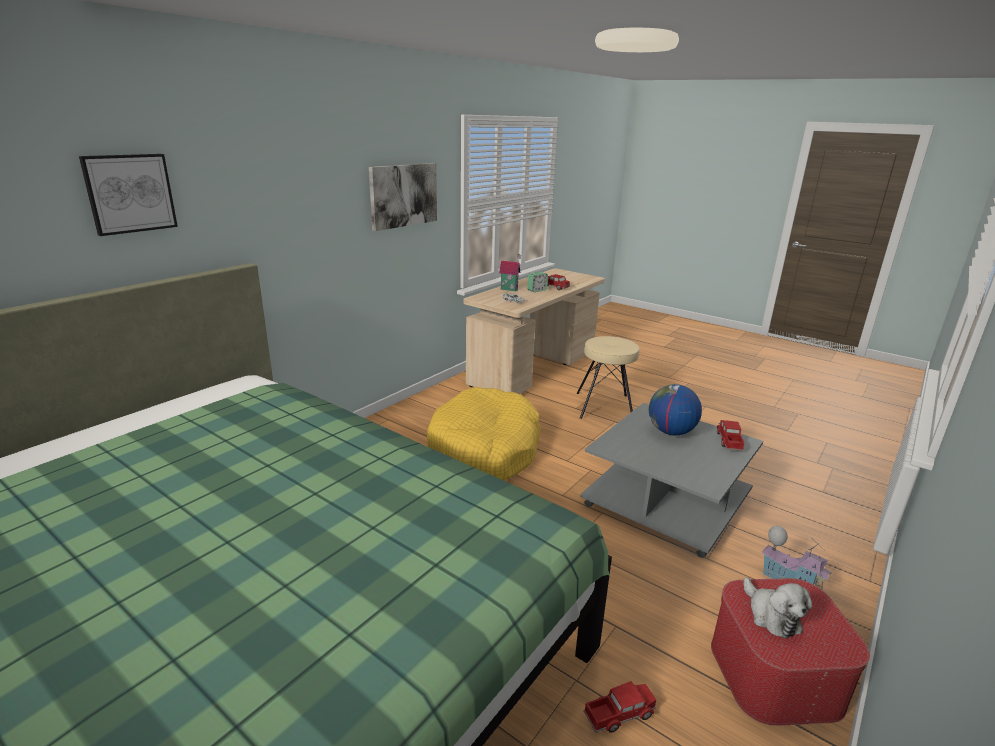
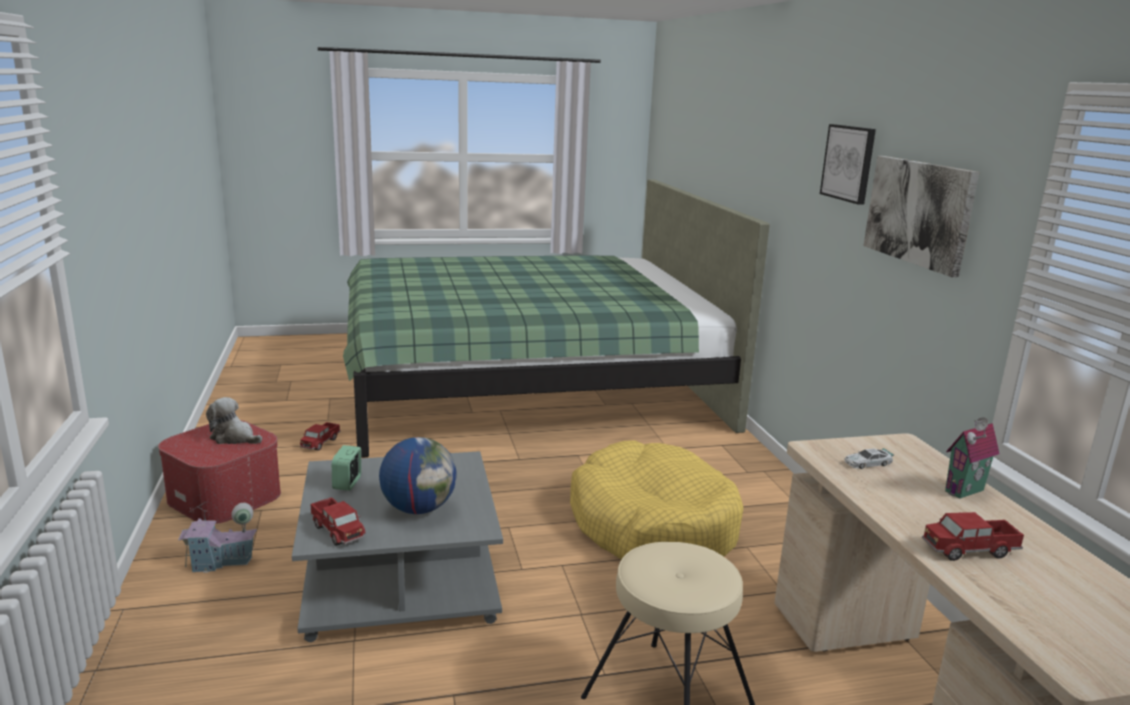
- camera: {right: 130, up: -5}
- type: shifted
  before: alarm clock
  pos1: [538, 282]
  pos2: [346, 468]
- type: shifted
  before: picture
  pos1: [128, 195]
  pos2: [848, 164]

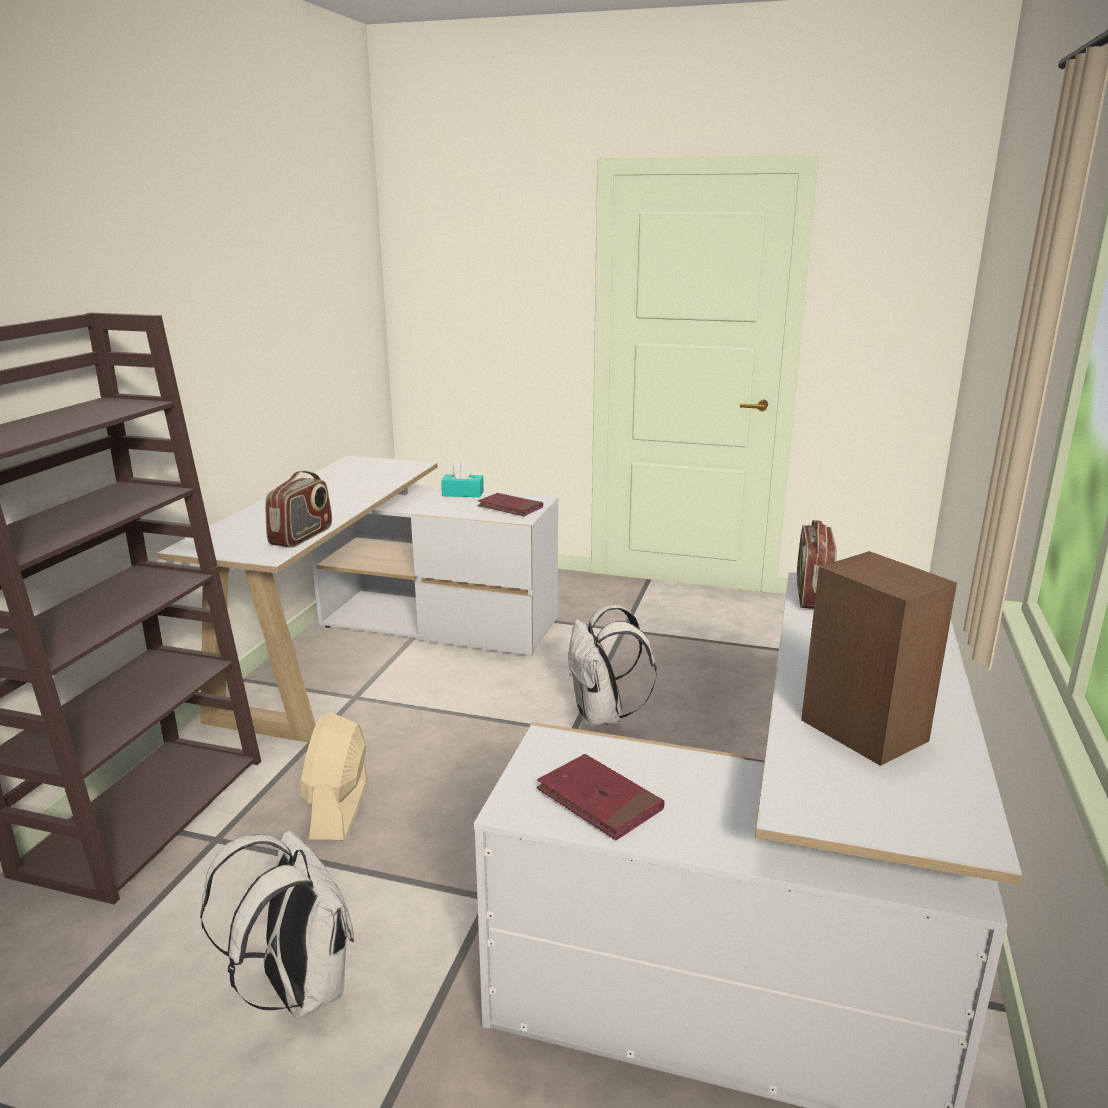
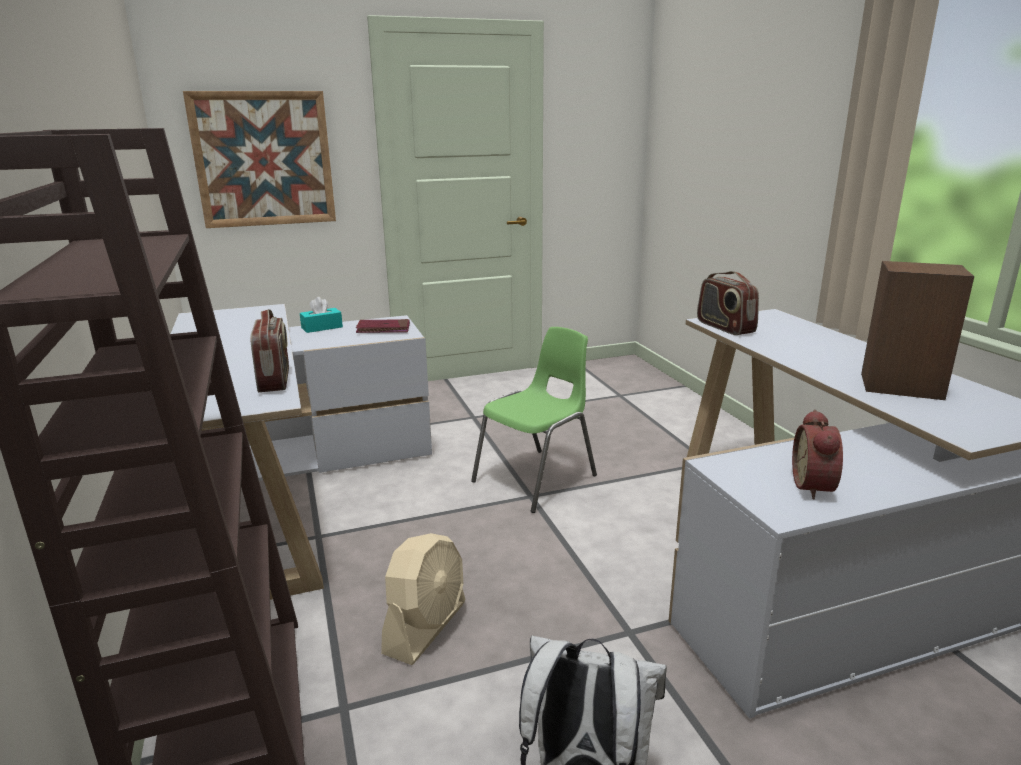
- camera: {right: -35, up: 0}
- type: new
  after: picture
  pos2: [259, 159]
- type: rotated
  before: beige fan
  pos1: [333, 776]
  pos2: [423, 599]
  turn: -120
- type: swapped
  before: white backpack
  after: green chair
  pos1: [612, 666]
  pos2: [534, 420]
- type: swapped
  before: red book
  after: alarm clock
  pos1: [601, 797]
  pos2: [817, 455]

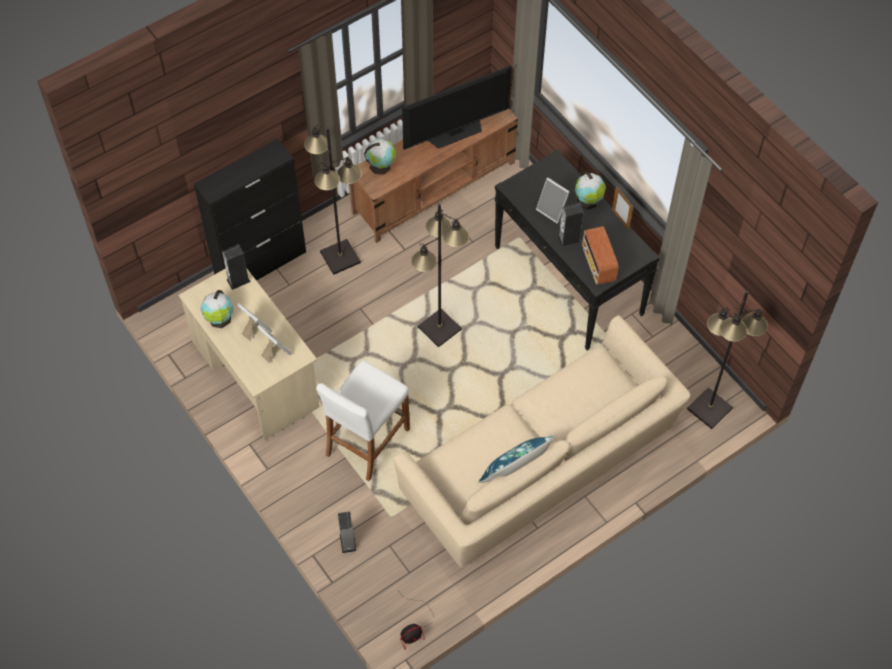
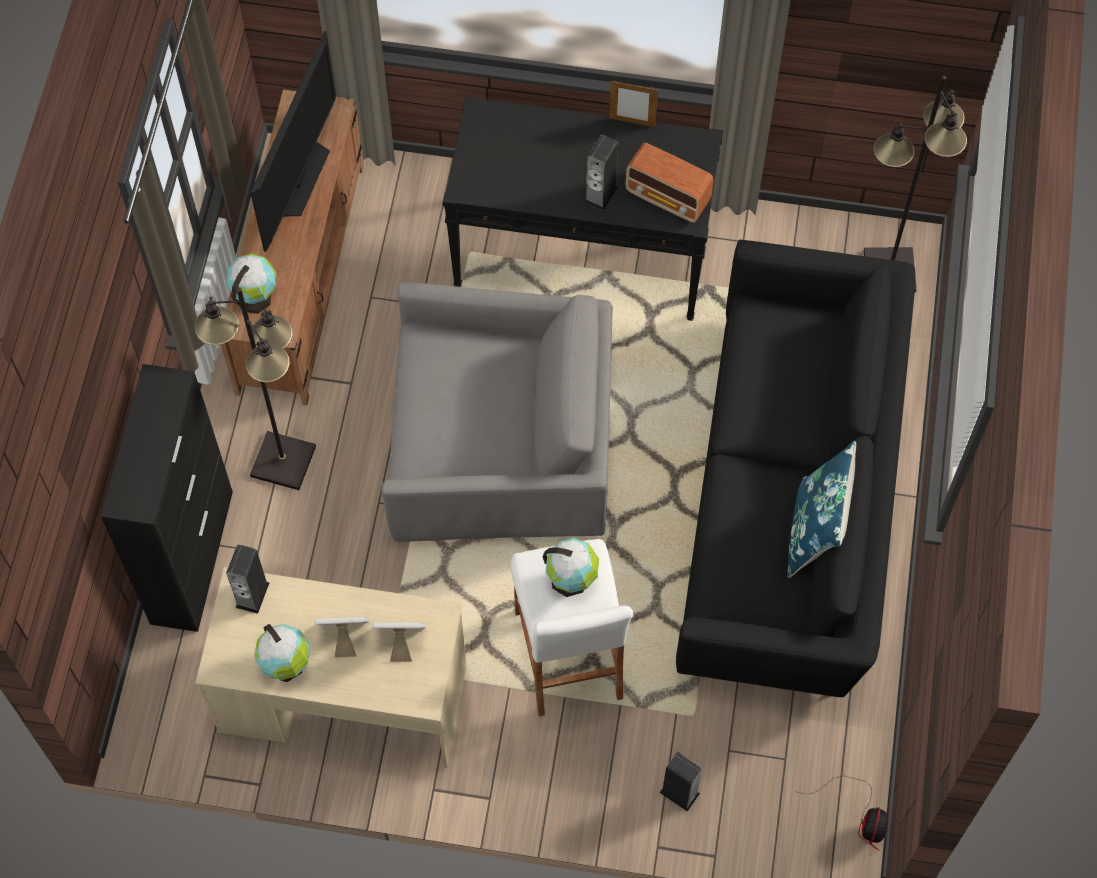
- camera: {right: -45, up: 5}
- type: swapped
  before: black floor lamp
  after: grey armchair
  pos1: [440, 275]
  pos2: [497, 412]
- type: shifted
  before: globe
  pos1: [590, 190]
  pos2: [570, 567]
- type: repainted
  before: beige sofa
  after: black sofa
  pos1: [542, 441]
  pos2: [796, 468]
- type: gone
  before: picture frame
  pos1: [553, 200]

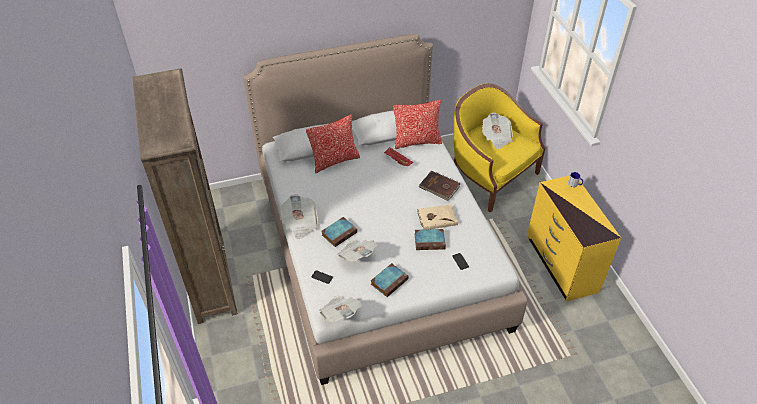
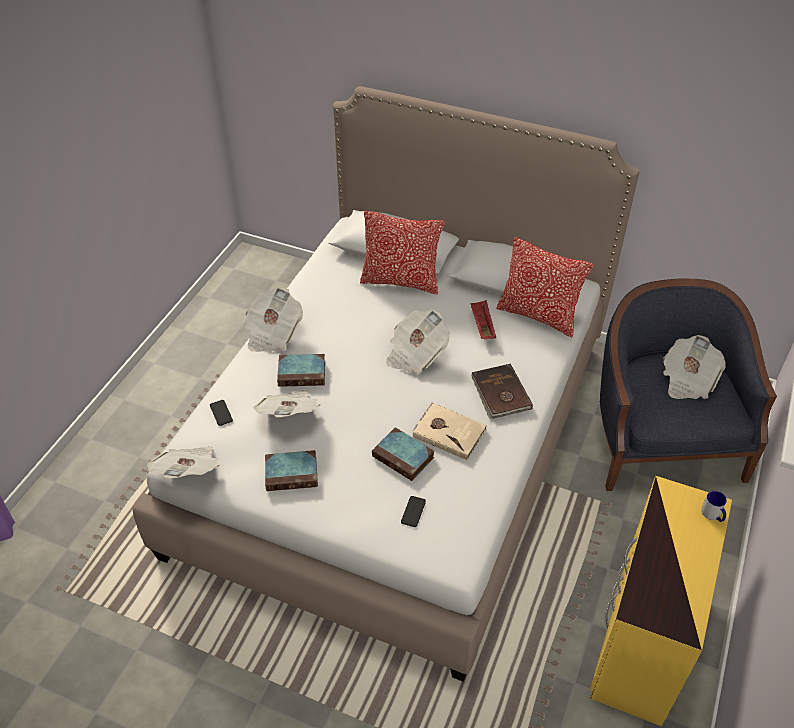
- camera: {right: 40, up: 0}
- type: new
  after: newspaper
  pos2: [418, 342]
- type: repainted
  before: yellow armchair
  after: blue armchair
  pos1: [499, 148]
  pos2: [688, 385]
- type: gone
  before: brown bookcase
  pos1: [185, 196]

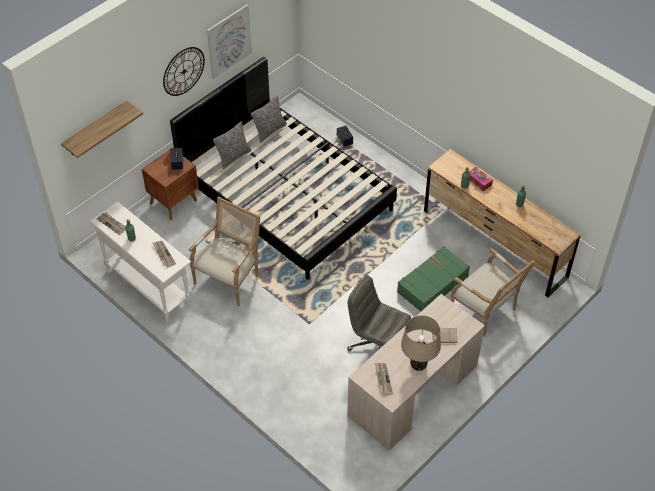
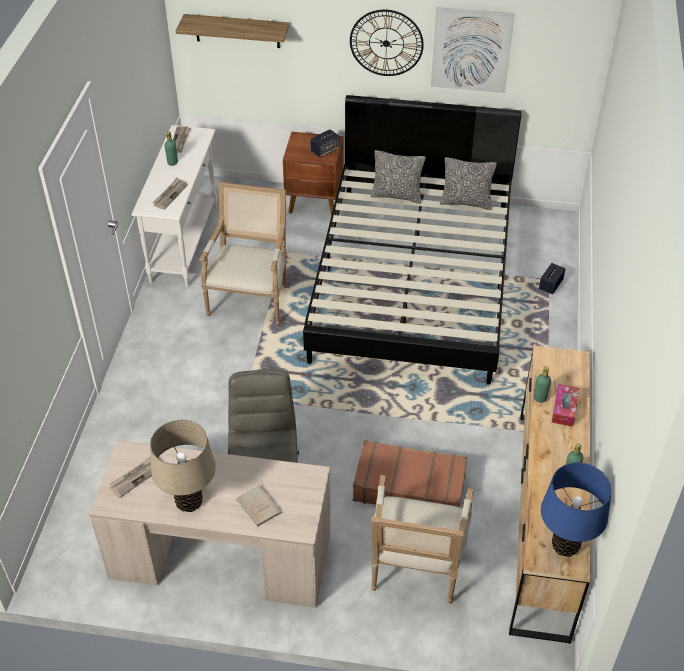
- camera: {right: 55, up: -5}
- type: rotated
  before: armchair
  pos1: [224, 251]
  pos2: [243, 254]
  turn: -75
- type: repainted
  before: green suitcase
  after: brown suitcase
  pos1: [433, 278]
  pos2: [410, 473]
- type: new
  after: blue table lamp
  pos2: [576, 509]

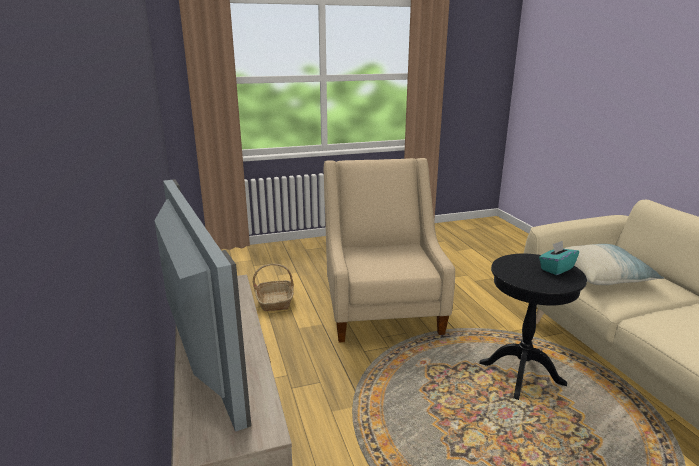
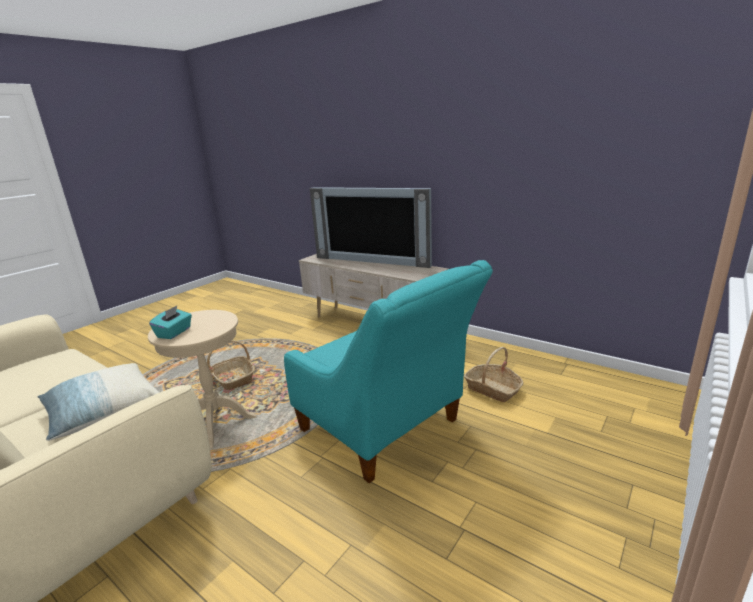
- camera: {right: 145, up: 0}
- type: repainted
  before: black side table
  after: beige side table
  pos1: [533, 327]
  pos2: [202, 379]
- type: new
  after: basket
  pos2: [231, 365]
- type: repainted
  before: beige armchair
  after: turquoise armchair
  pos1: [389, 250]
  pos2: [388, 371]

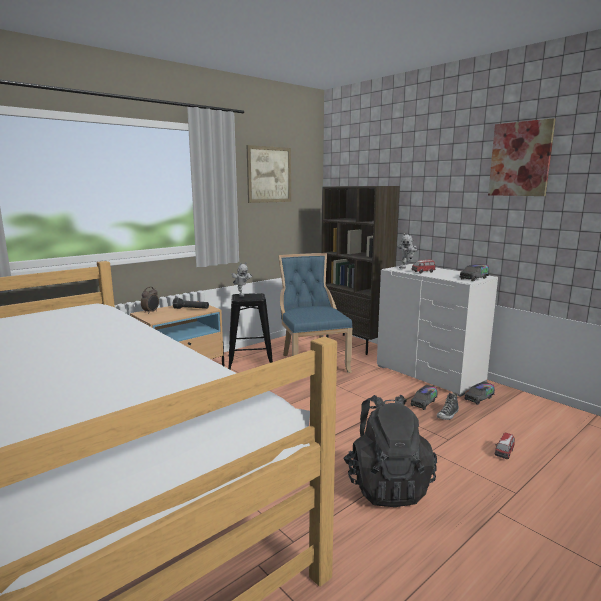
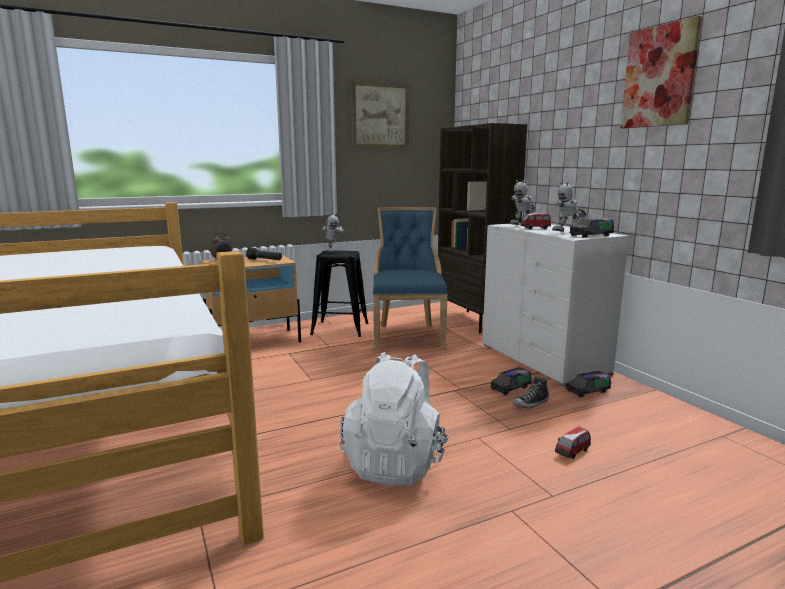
- camera: {right: 15, up: 0}
- type: repainted
  before: black backpack
  after: white backpack
  pos1: [390, 451]
  pos2: [394, 419]
- type: new
  after: toy robot
  pos2: [569, 207]

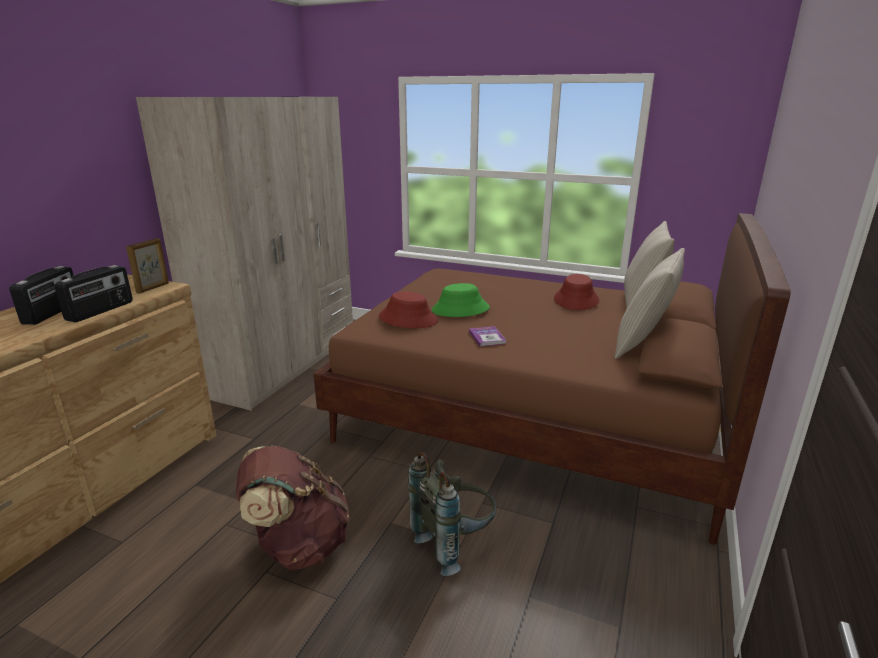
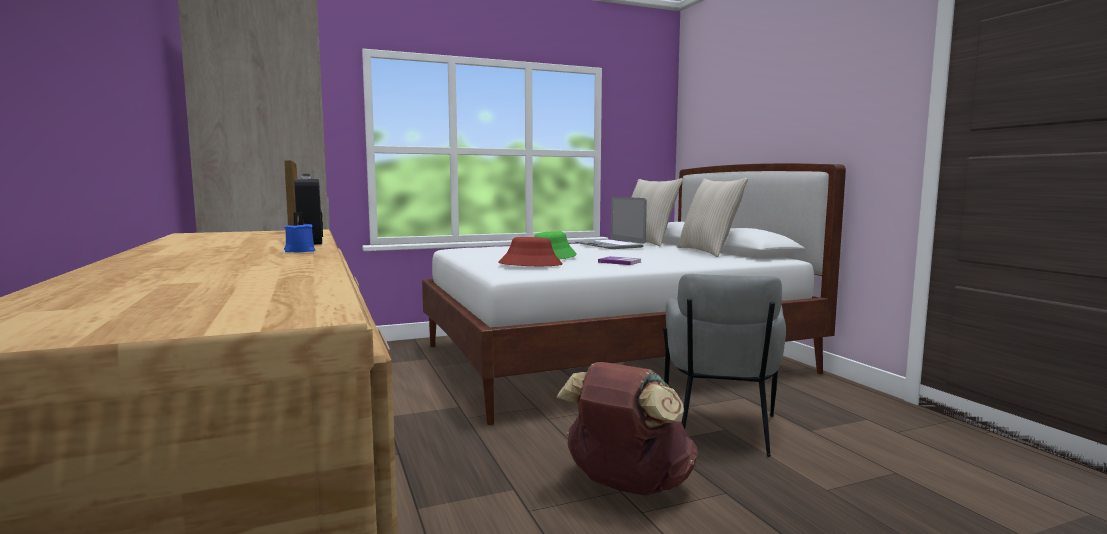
- camera: {right: -45, up: -15}
- type: new
  after: blue candle
  pos2: [299, 232]
- type: repainted
  before: brown bed
  after: white bed
  pos1: [552, 379]
  pos2: [634, 294]
- type: swapped
  before: red hat
  after: laptop
  pos1: [576, 292]
  pos2: [611, 223]
- type: swapped
  before: grey backpack
  after: grey armchair
  pos1: [452, 514]
  pos2: [724, 365]
- type: gone
  before: radio
  pos1: [41, 295]

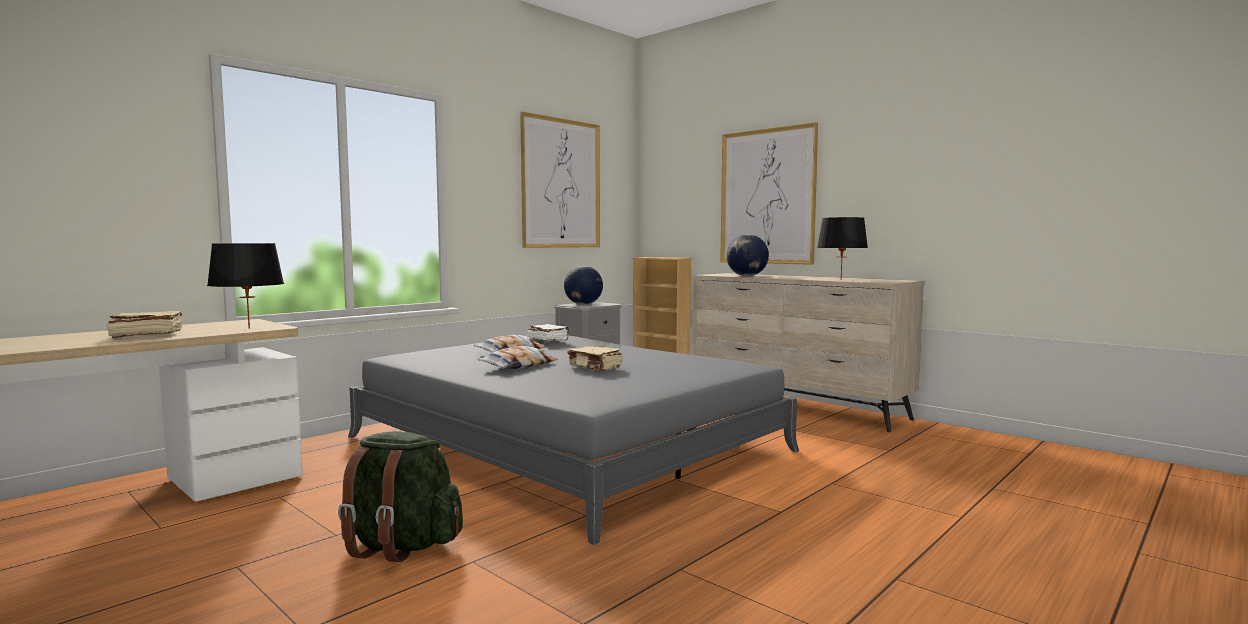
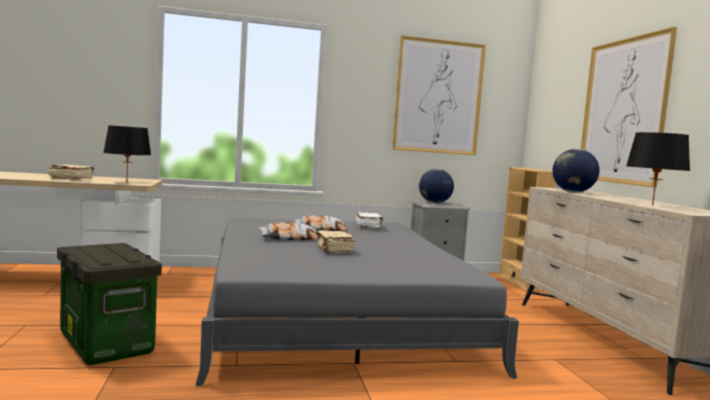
- camera: {right: 35, up: 0}
- type: swapped
  before: green backpack
  after: storage box
  pos1: [400, 496]
  pos2: [109, 304]

